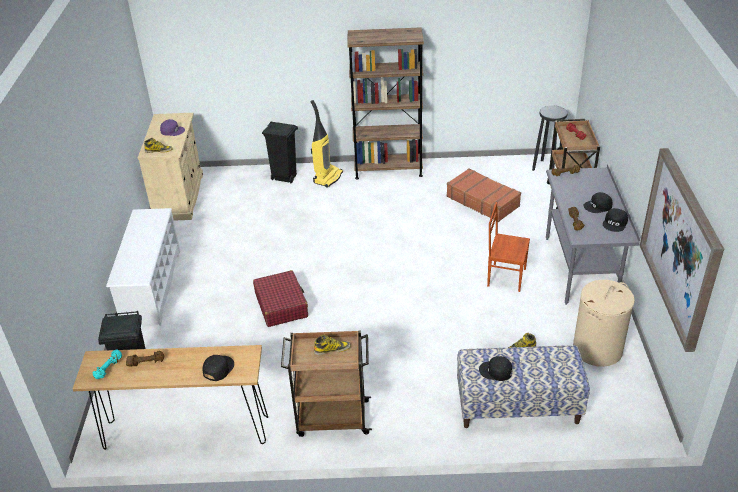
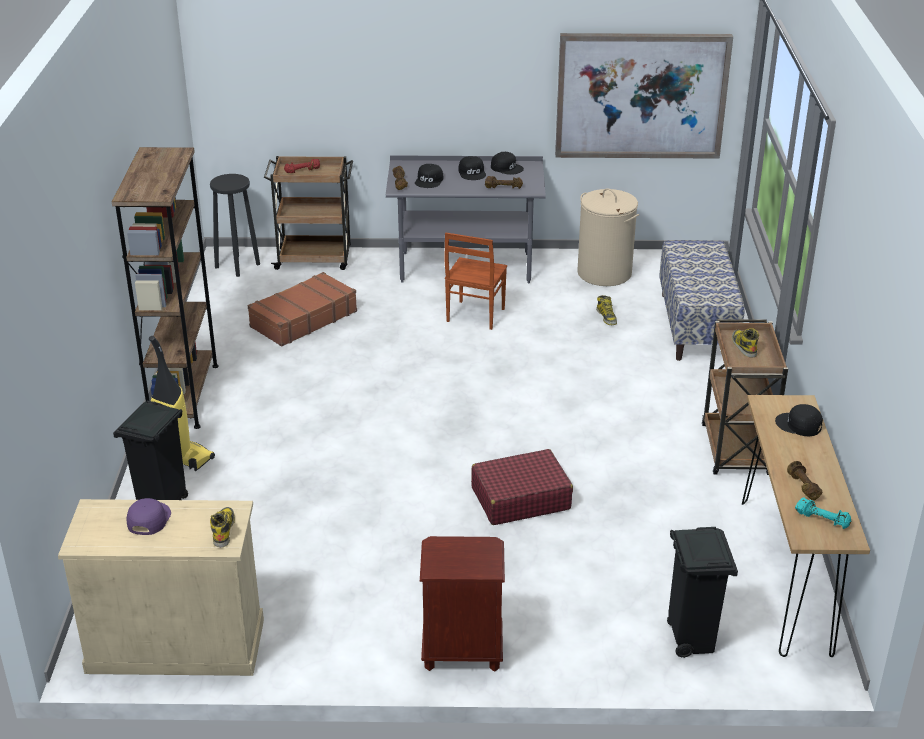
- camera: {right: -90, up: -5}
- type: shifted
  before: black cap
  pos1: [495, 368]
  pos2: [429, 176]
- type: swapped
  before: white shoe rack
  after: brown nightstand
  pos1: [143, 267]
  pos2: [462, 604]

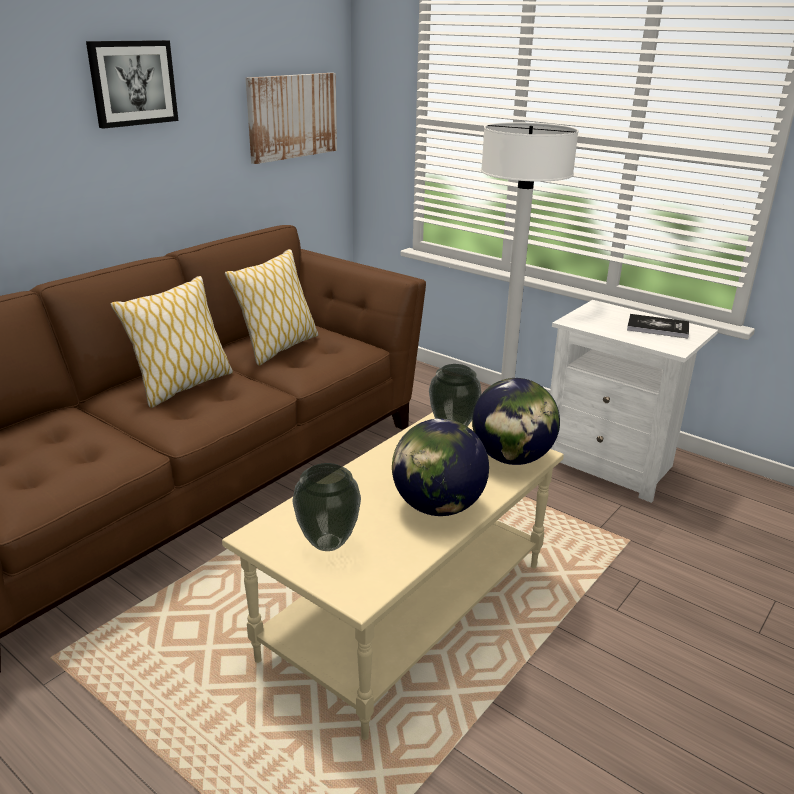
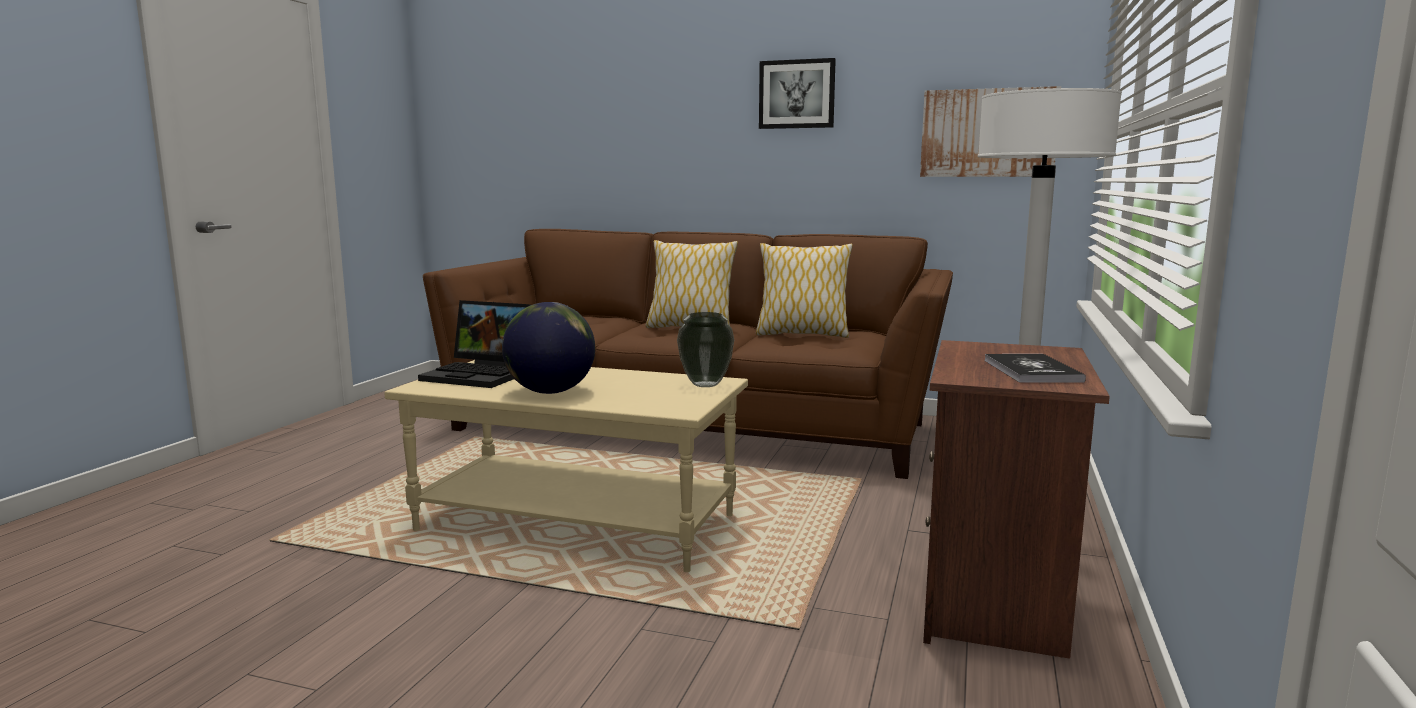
- camera: {right: 70, up: -15}
- type: swapped
  before: vase
  after: laptop
  pos1: [326, 507]
  pos2: [474, 344]
- type: repainted
  before: white nightstand
  after: brown nightstand
  pos1: [634, 401]
  pos2: [1016, 499]
- type: gone
  before: globe
  pos1: [516, 421]

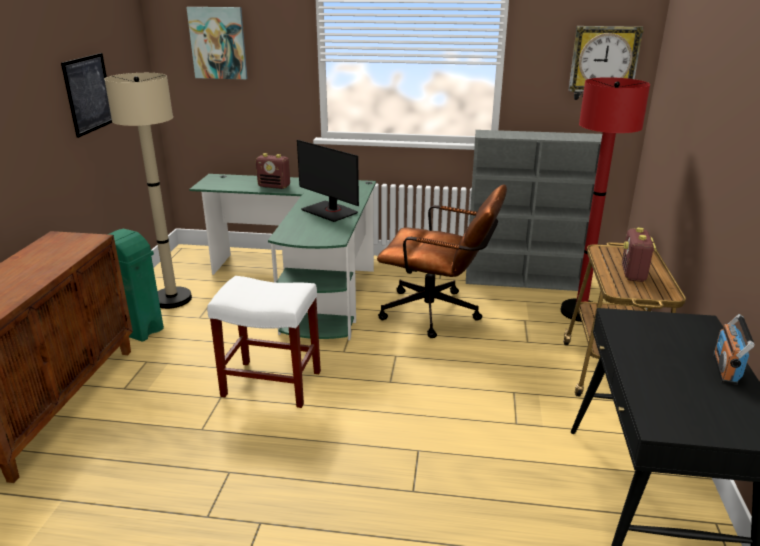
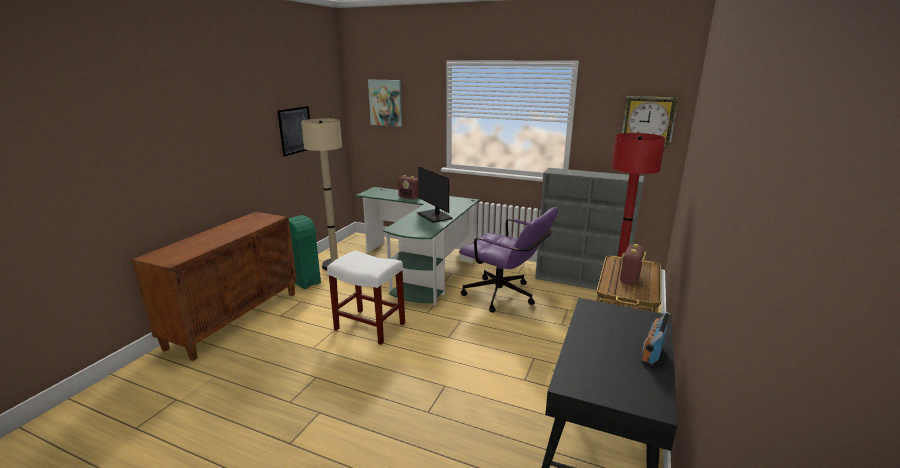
- camera: {right: 15, up: -5}
- type: repainted
  before: brown office chair
  after: purple office chair
  pos1: [442, 261]
  pos2: [509, 260]

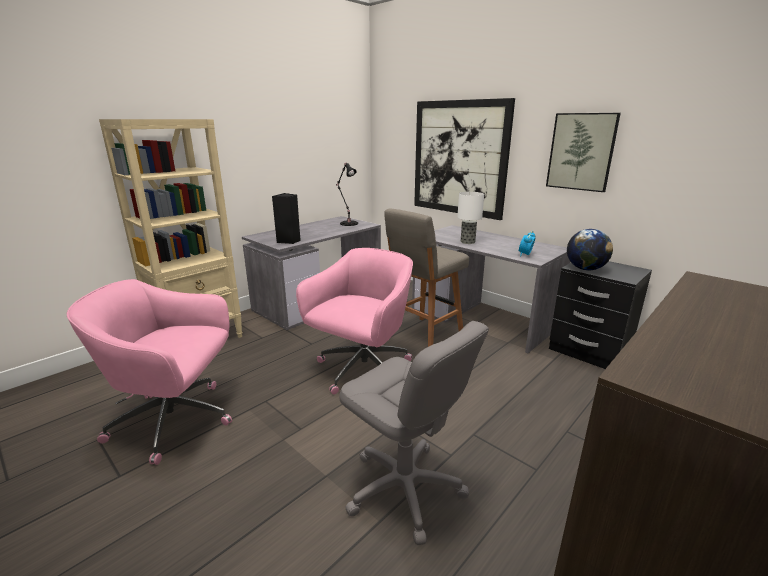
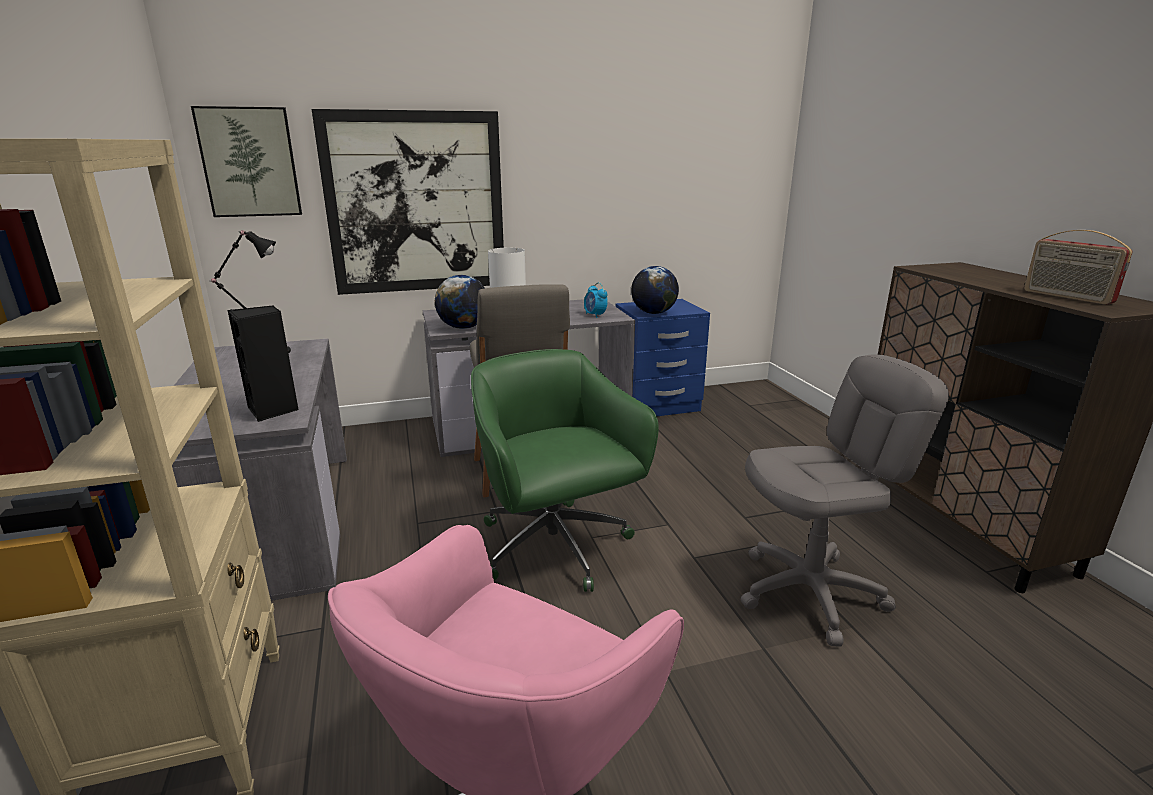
- camera: {right: -60, up: 0}
- type: shifted
  before: picture
  pos1: [583, 152]
  pos2: [246, 161]
- type: new
  after: globe
  pos2: [459, 302]
- type: repainted
  before: pink office chair
  after: green office chair
  pos1: [354, 321]
  pos2: [565, 470]
- type: repainted
  before: black nightstand
  after: blue nightstand
  pos1: [600, 315]
  pos2: [662, 357]
- type: new
  after: radio
  pos2: [1078, 267]

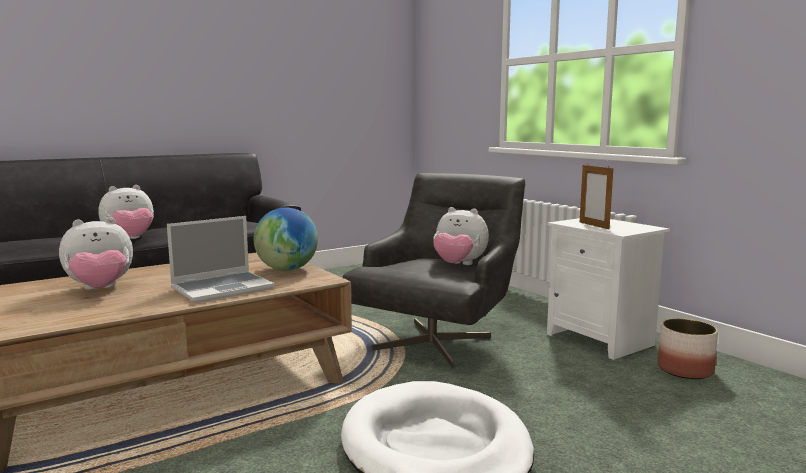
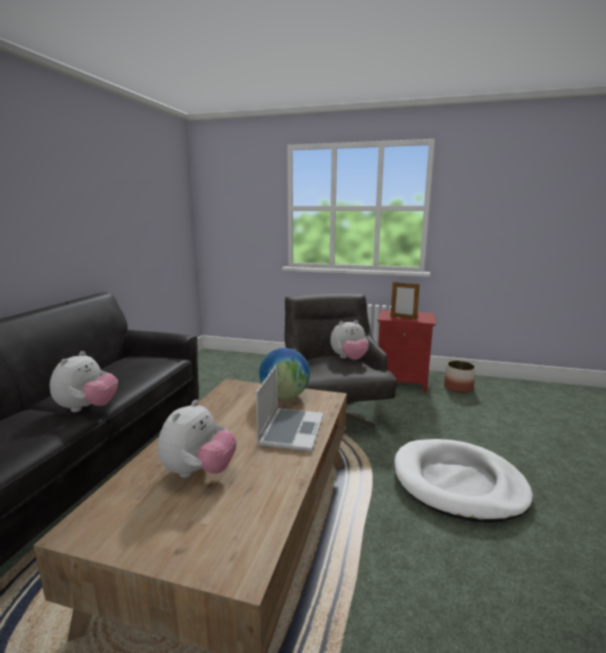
- camera: {right: -40, up: 5}
- type: repainted
  before: white nightstand
  after: red nightstand
  pos1: [608, 289]
  pos2: [406, 351]

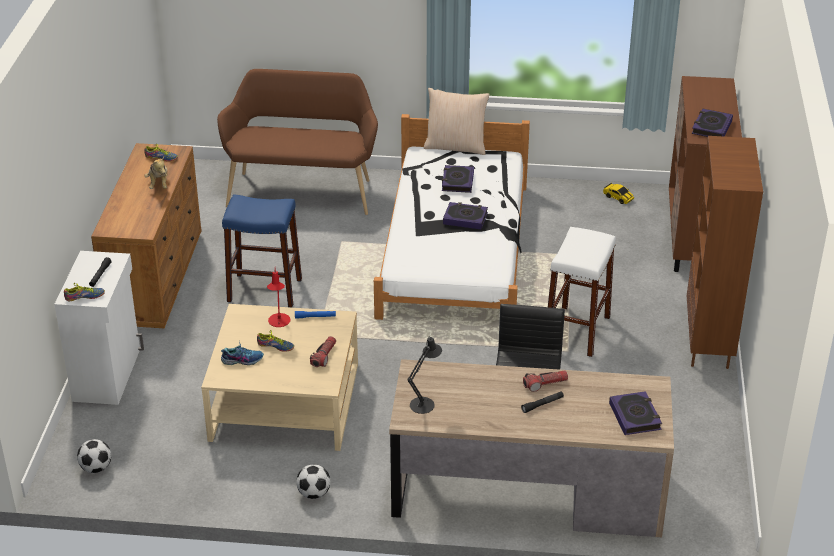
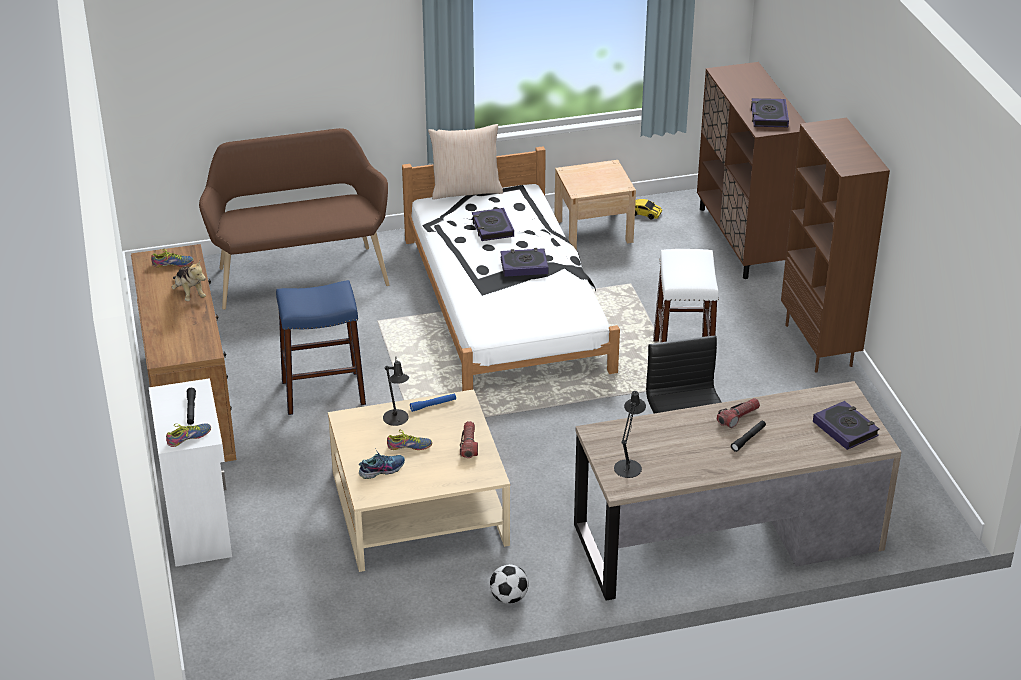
- camera: {right: -20, up: 0}
- type: repainted
  before: red table lamp
  after: black table lamp
  pos1: [278, 298]
  pos2: [396, 391]
- type: new
  after: beige nightstand
  pos2: [595, 205]
- type: gone
  before: football
  pos1: [94, 456]

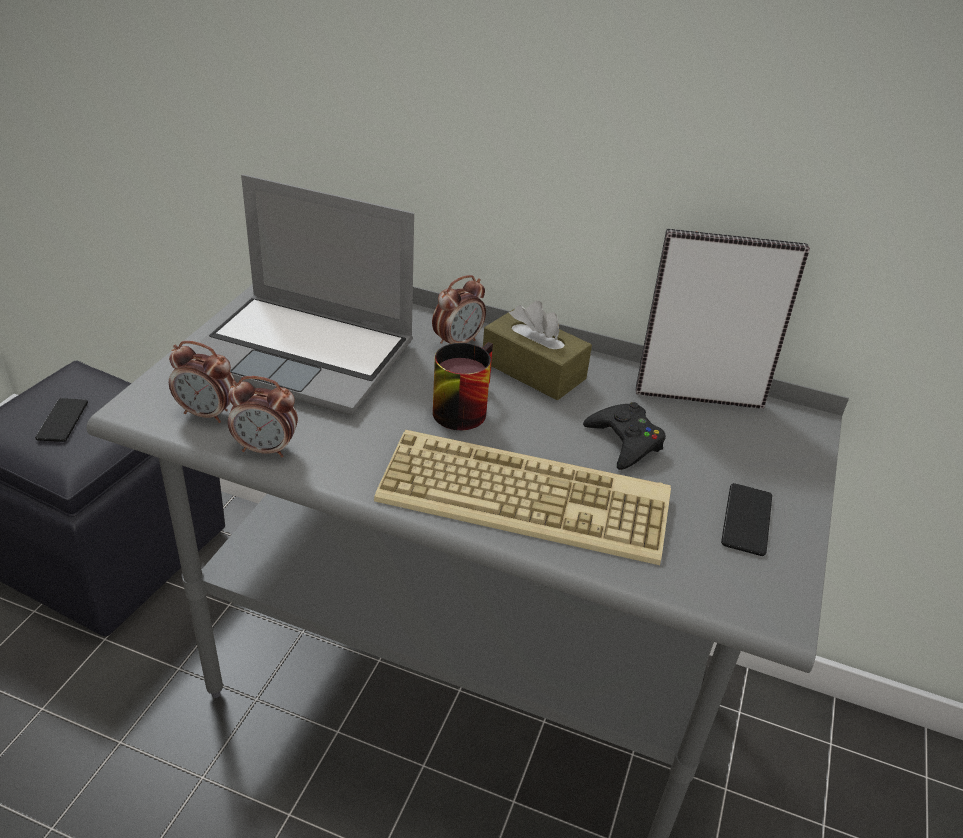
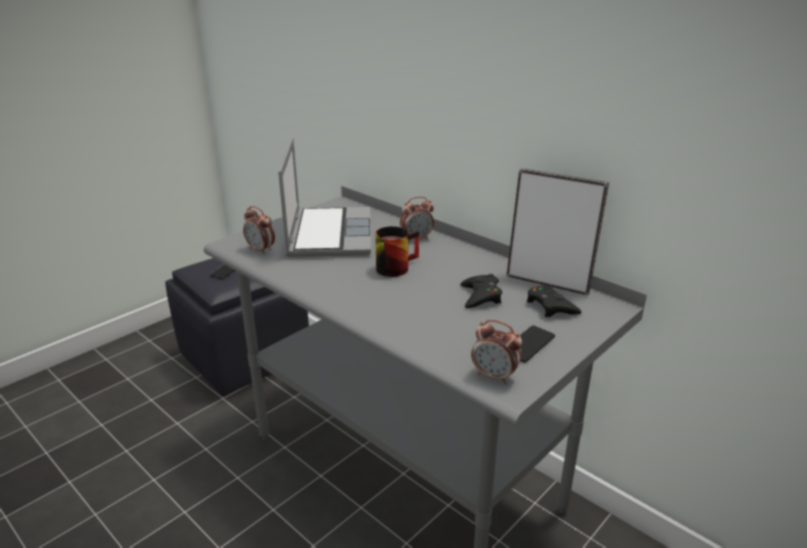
- camera: {right: 25, up: -10}
- type: rotated
  before: laptop
  pos1: [303, 294]
  pos2: [324, 197]
  turn: -135
- type: shifted
  before: alarm clock
  pos1: [263, 416]
  pos2: [496, 352]
- type: new
  after: black game controller
  pos2: [554, 301]
- type: gone
  before: keyboard
  pos1: [522, 497]
- type: gone
  before: brown tissue box
  pos1: [537, 350]

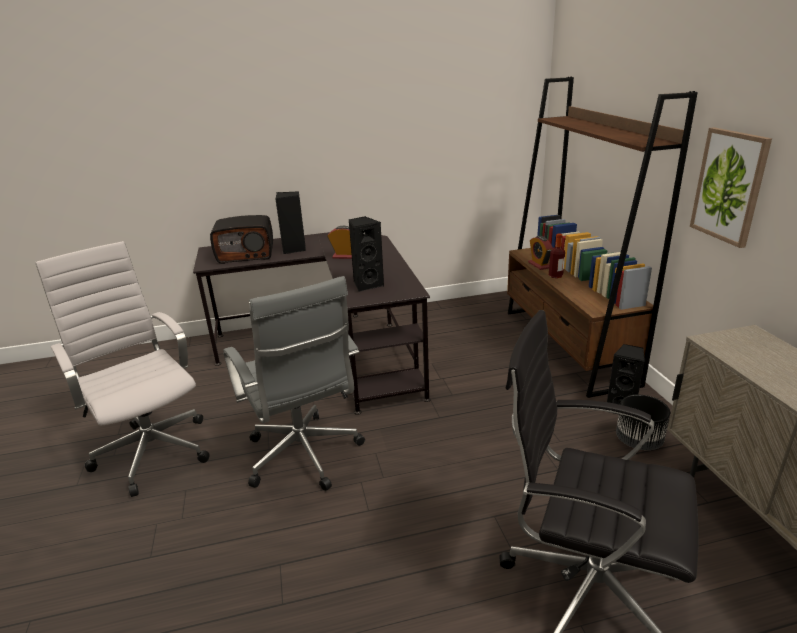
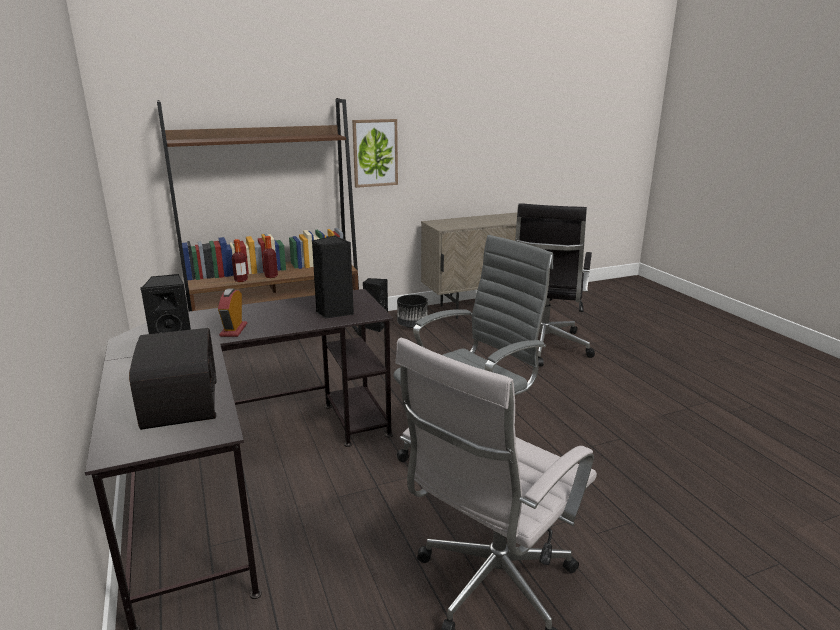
- camera: {right: -100, up: -5}
- type: swapped
  before: alarm clock
  after: bottle
  pos1: [540, 253]
  pos2: [240, 260]

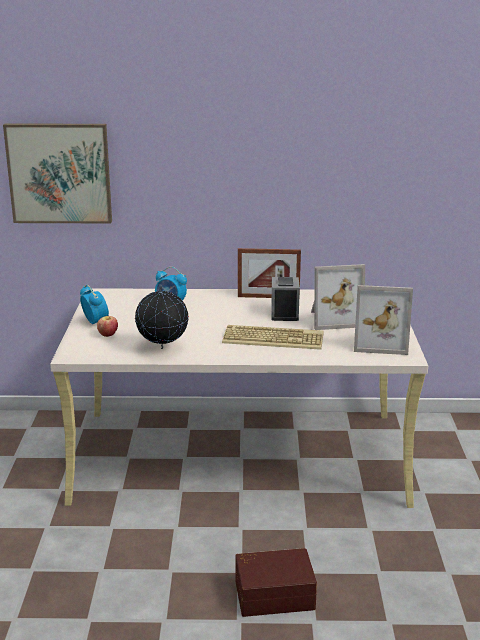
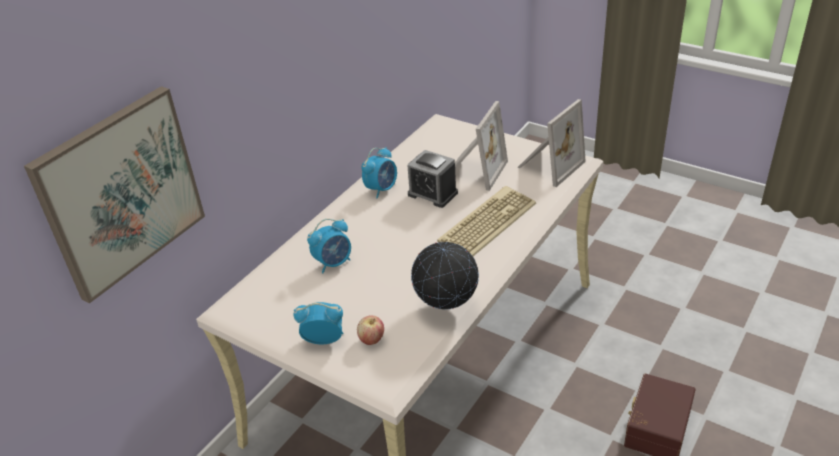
- camera: {right: -55, up: 15}
- type: swapped
  before: picture frame
  after: alarm clock
  pos1: [269, 273]
  pos2: [379, 172]

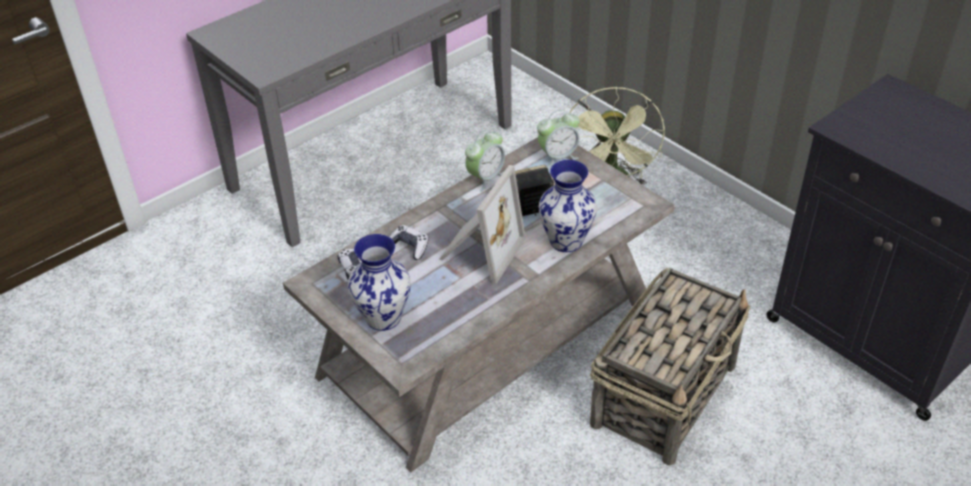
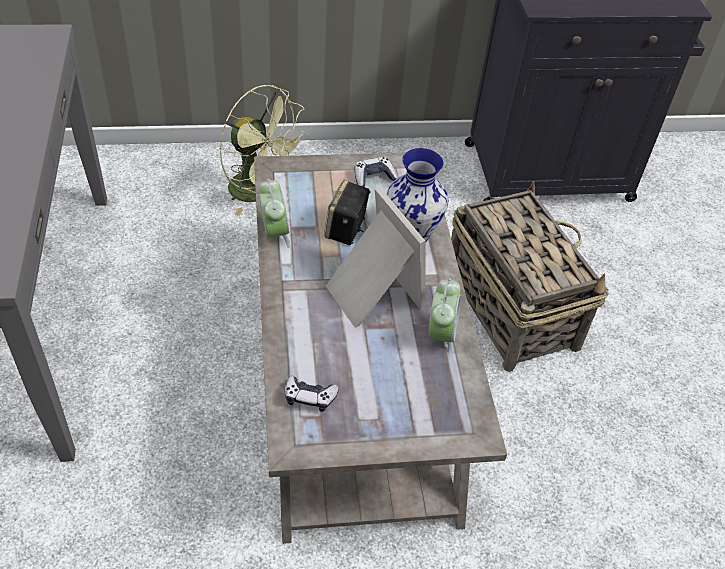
- camera: {right: -60, up: 5}
- type: shifted
  before: game controller
  pos1: [409, 242]
  pos2: [376, 172]
- type: shifted
  before: alarm clock
  pos1: [558, 139]
  pos2: [445, 317]
- type: gone
  before: vase
  pos1: [379, 282]

